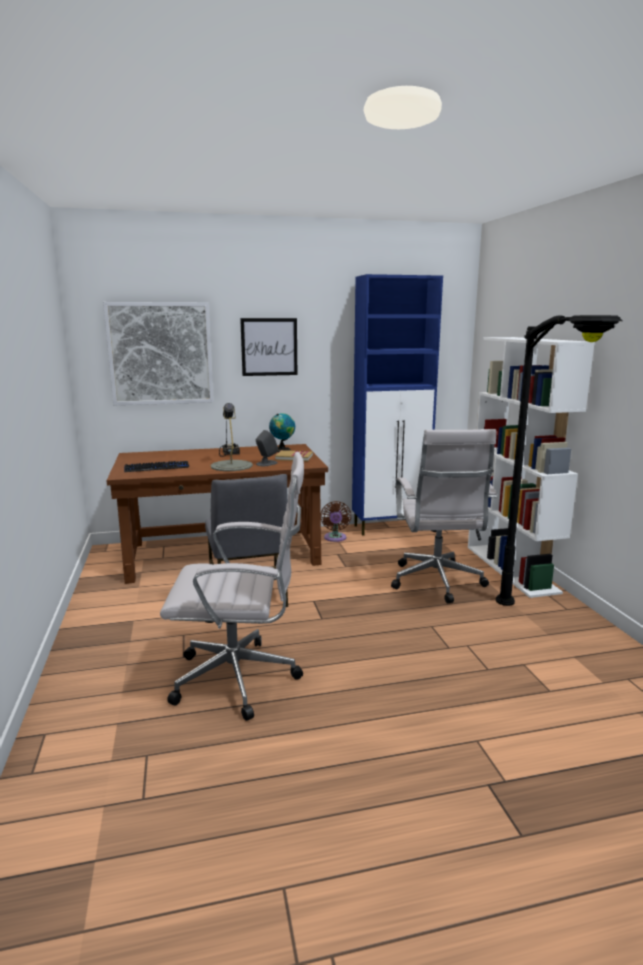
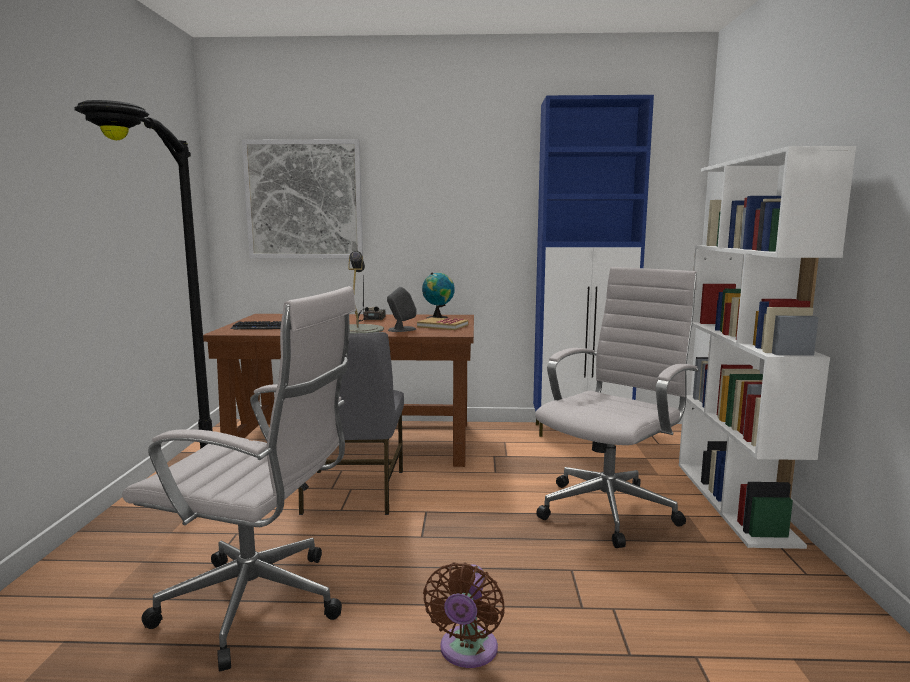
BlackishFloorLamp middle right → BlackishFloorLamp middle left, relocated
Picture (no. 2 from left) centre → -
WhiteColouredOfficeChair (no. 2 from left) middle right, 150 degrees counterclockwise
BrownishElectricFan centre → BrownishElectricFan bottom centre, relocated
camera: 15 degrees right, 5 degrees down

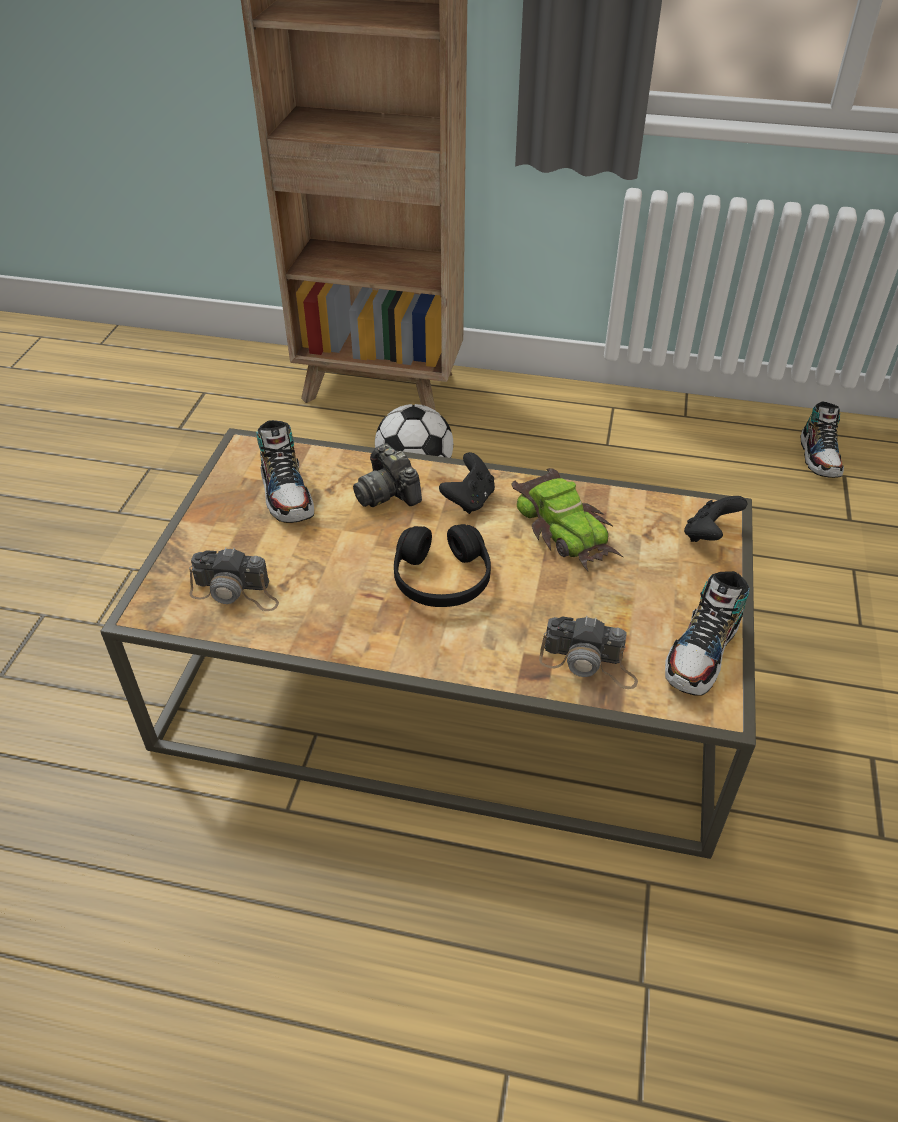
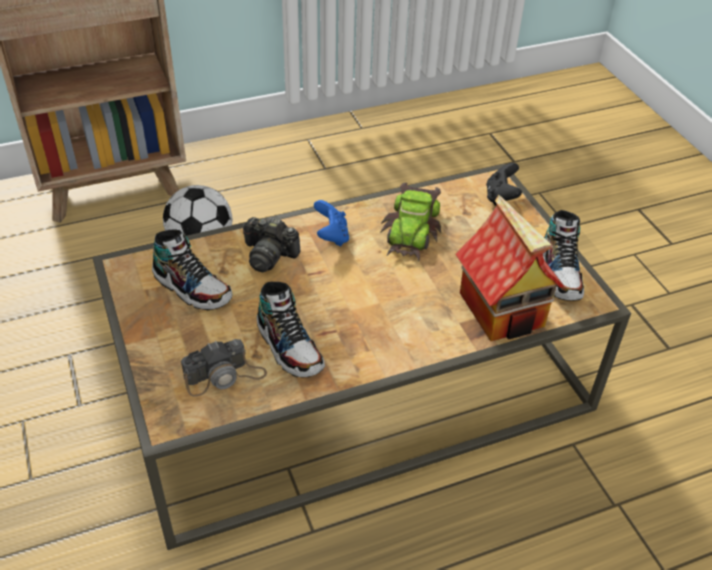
ItemOfFootwear (no. 3 from left in the first image) middle right → ItemOfFootwear (no. 2 from left) centre, relocated
BlackishGamepad (no. 1 from left) centre → BlueColouredGamepad centre
ToyCar centre, 75 degrees clockwise
BlackishHeadphones centre → -
PhotoCamera (no. 3 from left) centre → MiniatureHouse middle right
camera: 35 degrees left, 0 degrees up

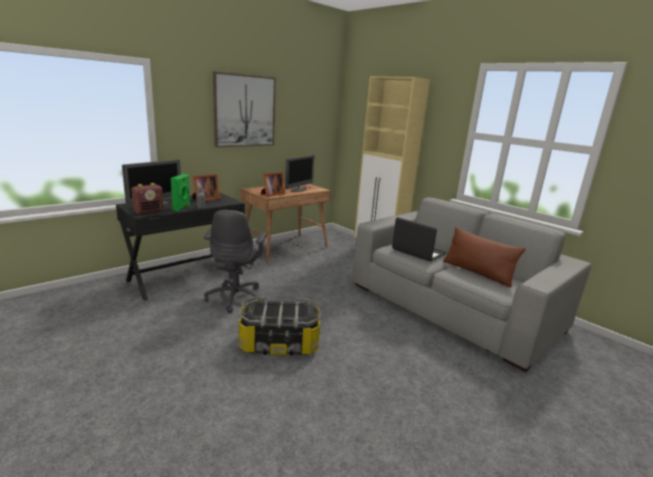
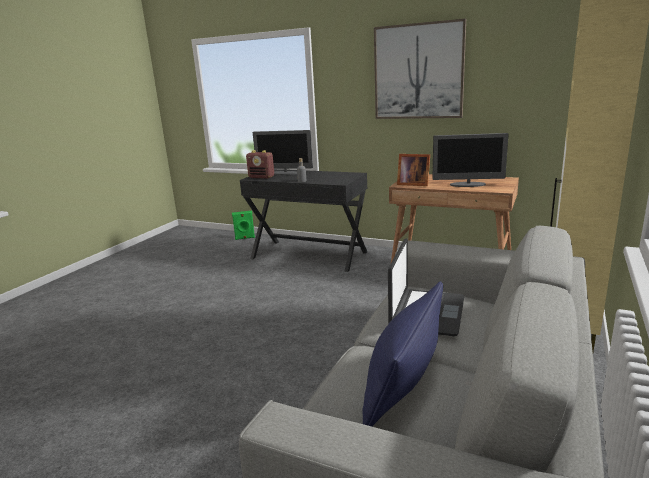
GreenSpeaker middle left → GreenSpeaker centre, relocated
PhotoFrame (no. 1 from left) middle left → -
GrayOfficeChair centre → -
BrownishThrowPillow middle right → BlueColouredThrowPillow bottom centre
StorageBin bottom centre → -
camera: 70 degrees right, 0 degrees up

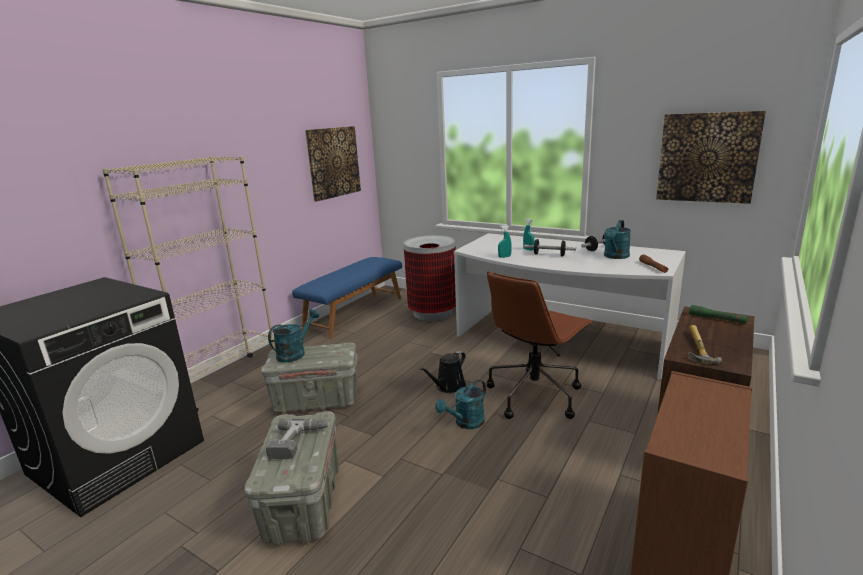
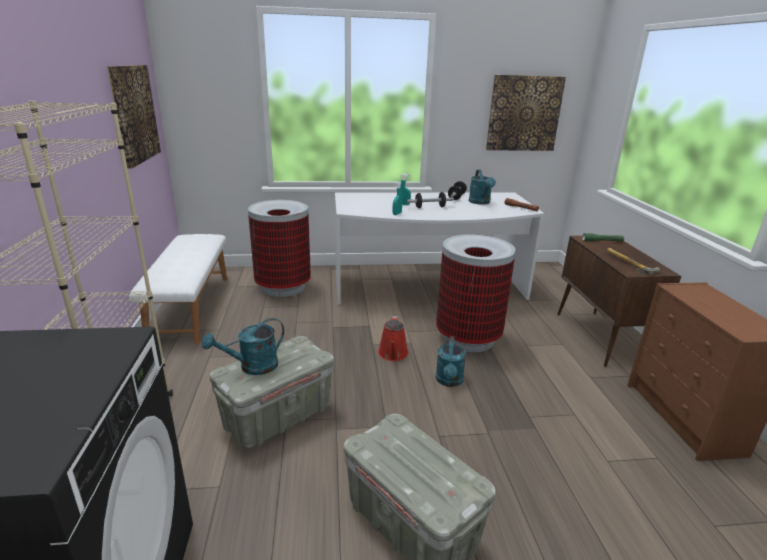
BlueColouredIndoorBench centre → WhiteColouredIndoorBench middle left
BrownishOfficeChair centre → WasteBin (no. 2 from left) centre
TurquoiseWateringPot (no. 1 from left) centre → TurquoiseWateringPot (no. 1 from left) middle left, 120 degrees counterclockwise
BlackishWateringPot centre → ReddishWateringPot centre
ElectricDrill bottom centre → -
camera: 40 degrees left, 5 degrees up

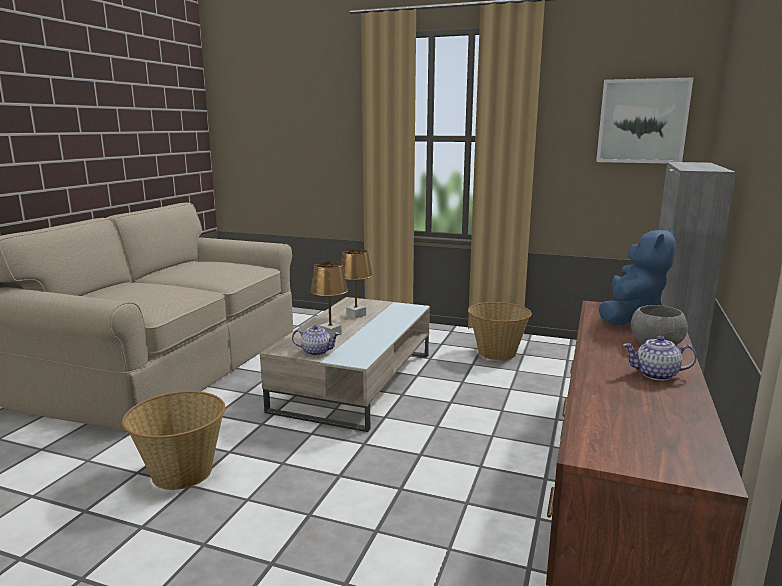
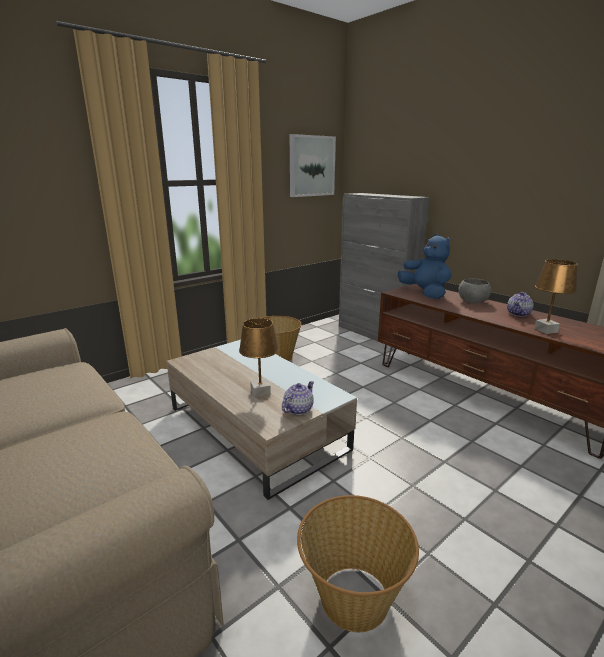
BrownishTableLamp (no. 2 from left) centre → BrownishTableLamp (no. 2 from left) middle right, relocated
camera: 60 degrees left, 5 degrees up

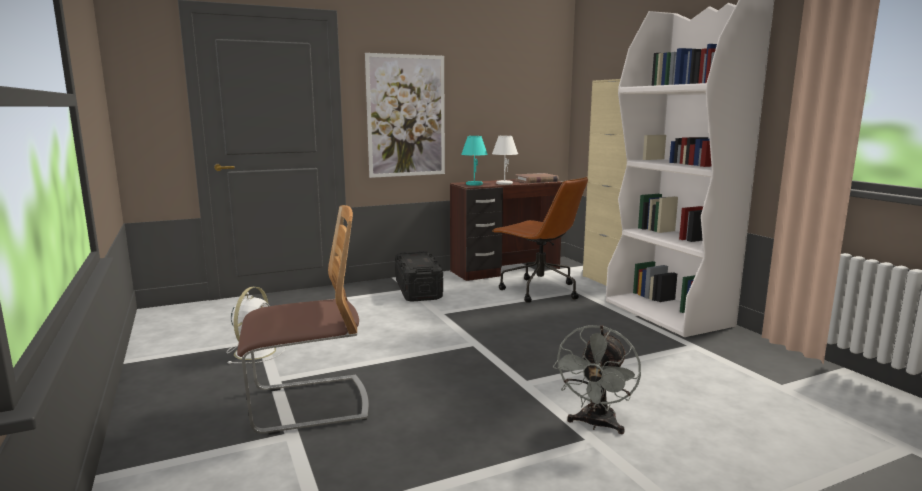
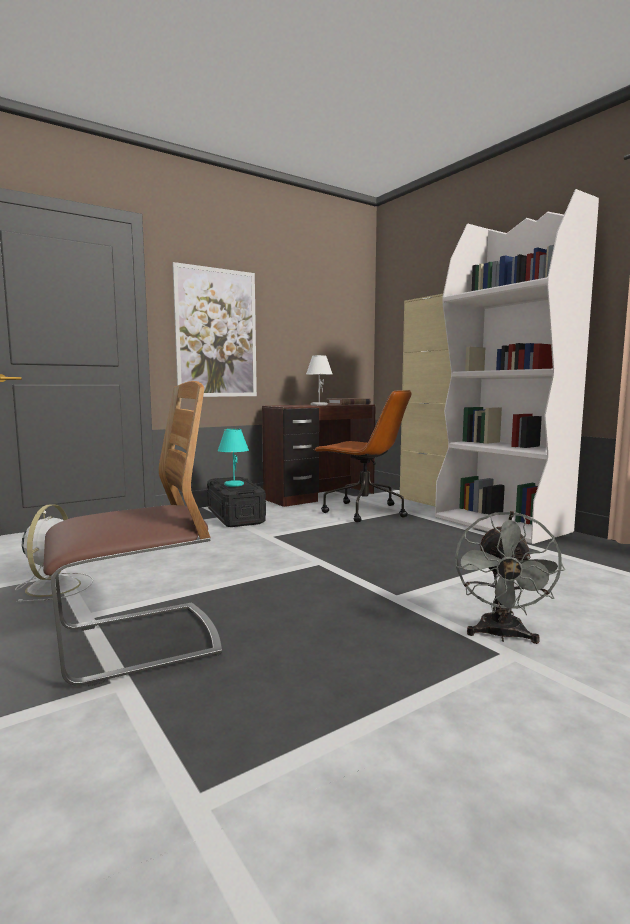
TurquoiseTableLamp top centre → TurquoiseTableLamp centre, relocated
camera: 10 degrees left, 5 degrees down

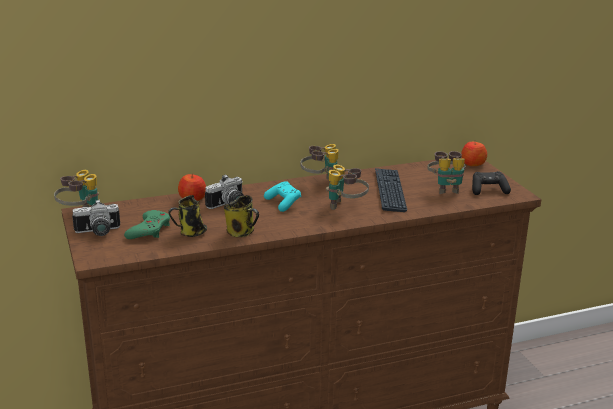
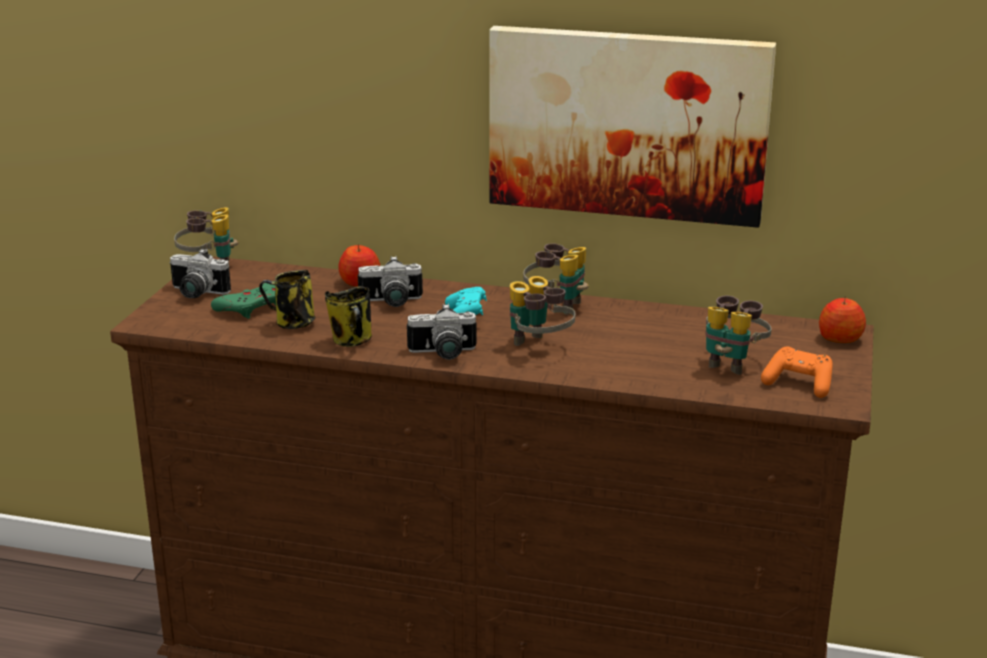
Keyboard centre → -
BlackishGamepad middle right → OrangeGamepad middle right
- → Picture top centre
- → PhotoCamera (no. 3 from left) centre
camera: 35 degrees right, 0 degrees up

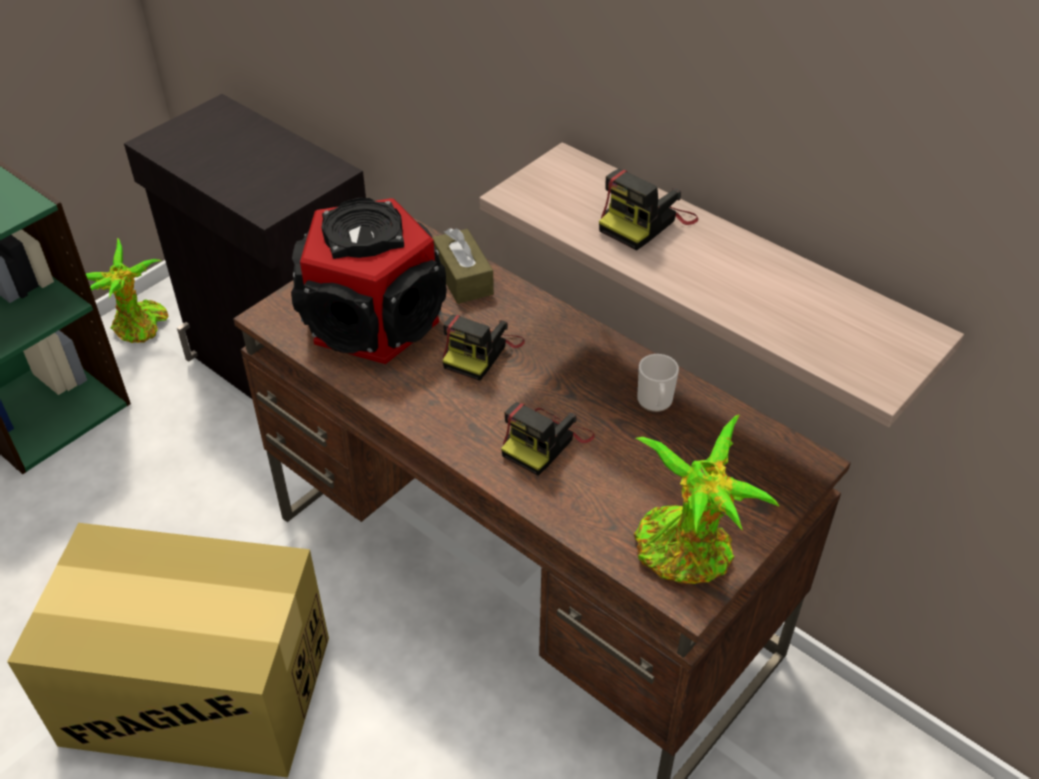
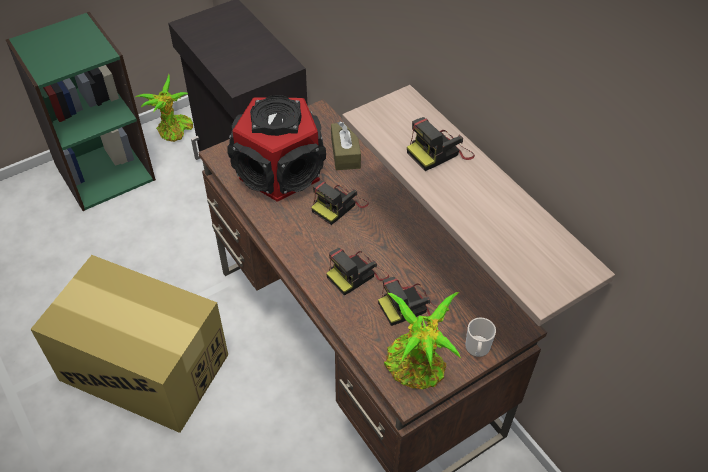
CoffeeMug centre → CoffeeMug bottom right, relocated
- → PhotoCamera (no. 3 from left) centre
camera: 15 degrees right, 5 degrees up

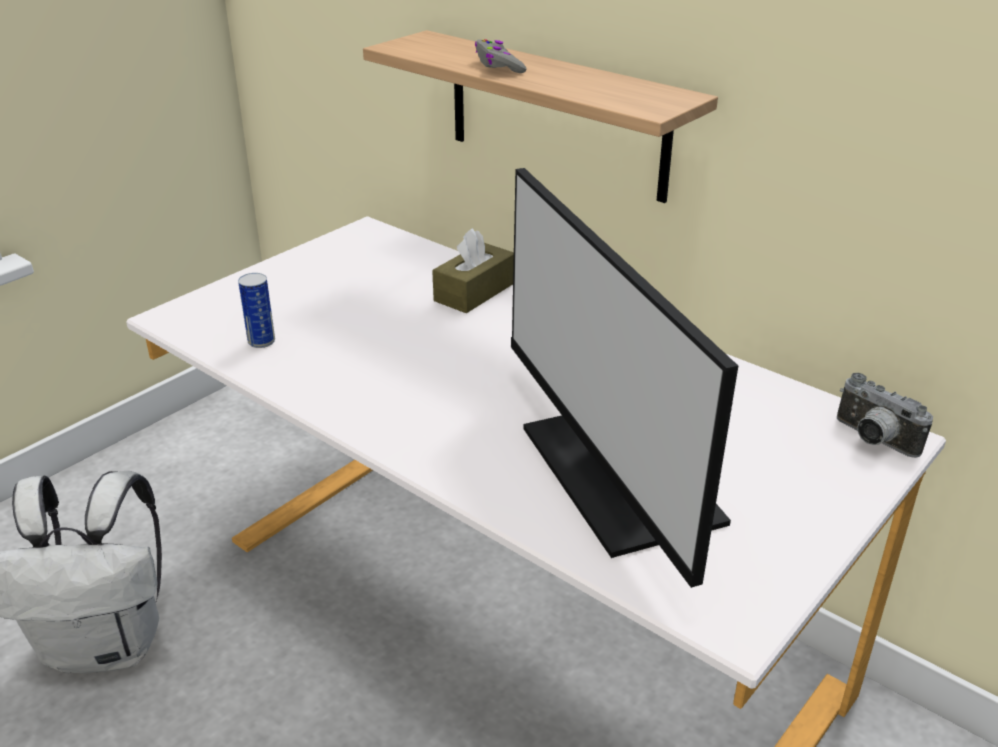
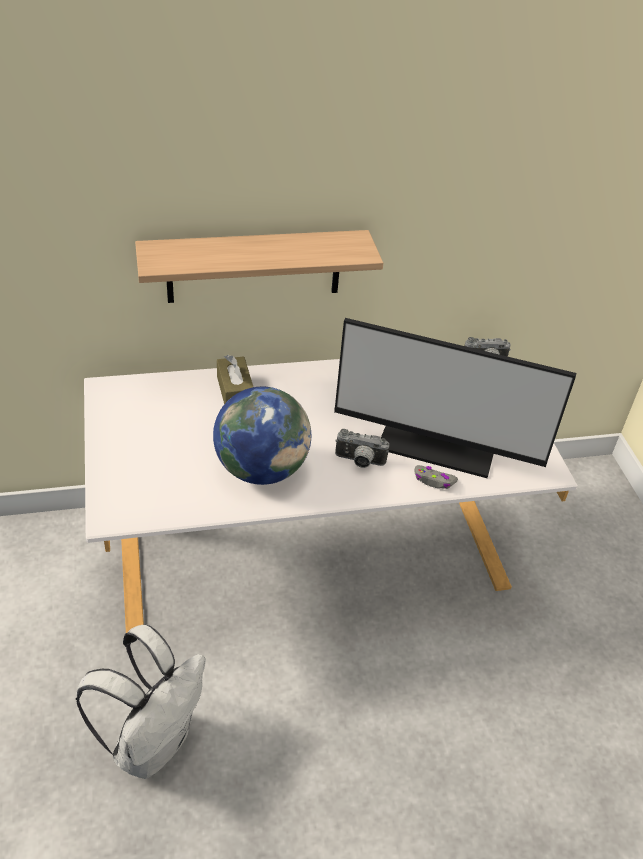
GrayGamepad top centre → GrayGamepad middle right, relocated
Can middle left → -
- → DeskGlobe centre
- → PhotoCamera (no. 1 from left) centre
camera: 55 degrees left, 10 degrees up

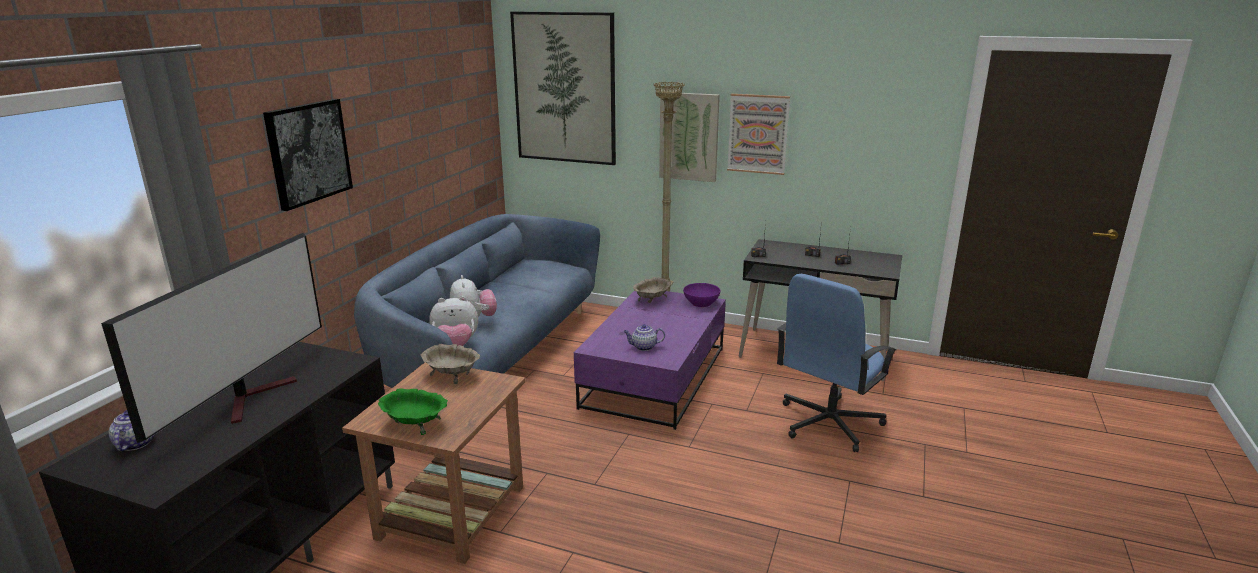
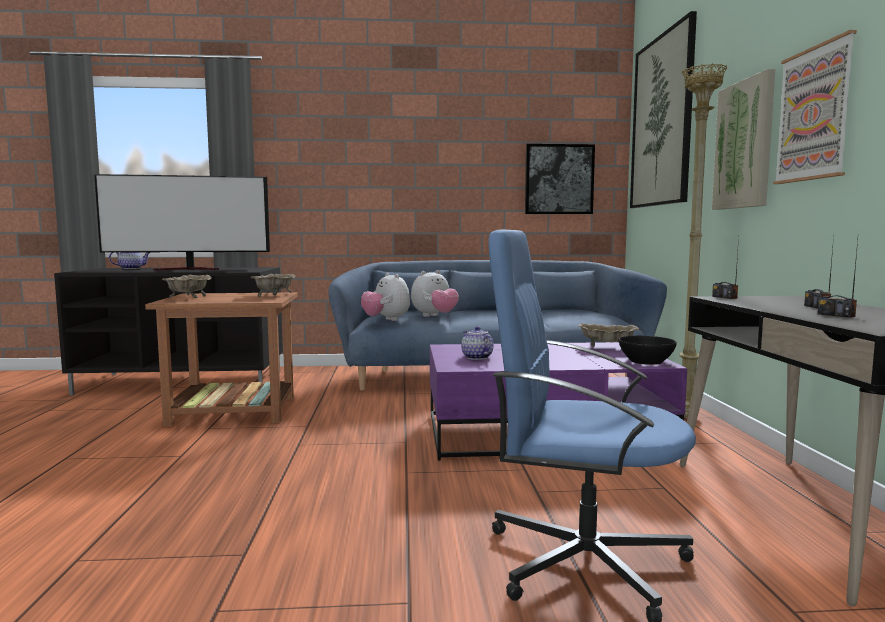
Picture (no. 1 from left) top left → Picture (no. 1 from left) top centre, relocated
PurpleServingBowl centre → BlackishServingBowl middle right
GreenServingBowl bottom left → SandColouredServingBowl (no. 1 from left) middle left
camera: 65 degrees right, 15 degrees down

